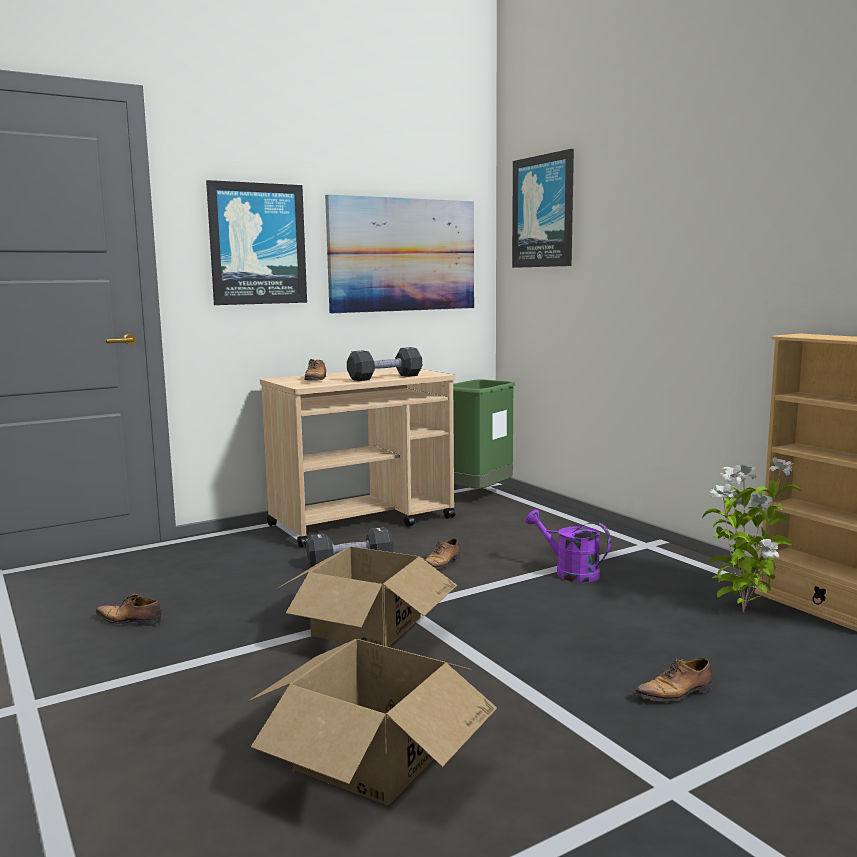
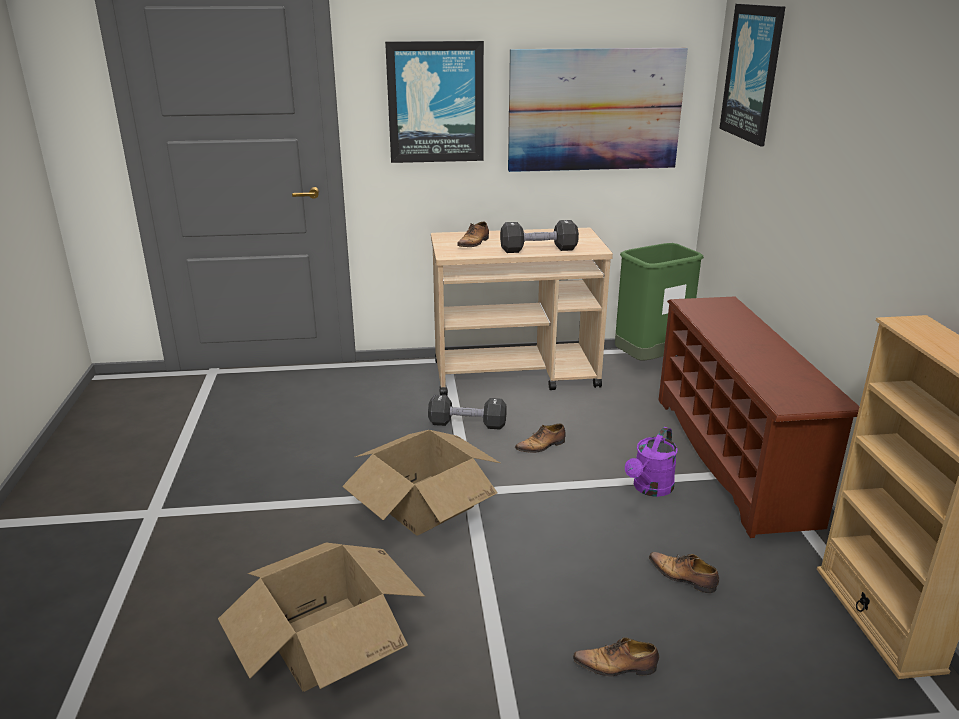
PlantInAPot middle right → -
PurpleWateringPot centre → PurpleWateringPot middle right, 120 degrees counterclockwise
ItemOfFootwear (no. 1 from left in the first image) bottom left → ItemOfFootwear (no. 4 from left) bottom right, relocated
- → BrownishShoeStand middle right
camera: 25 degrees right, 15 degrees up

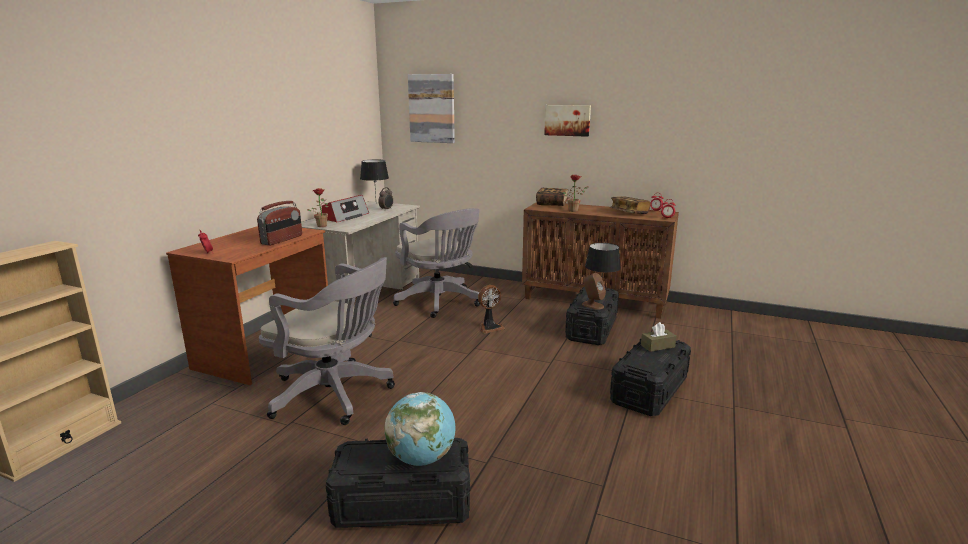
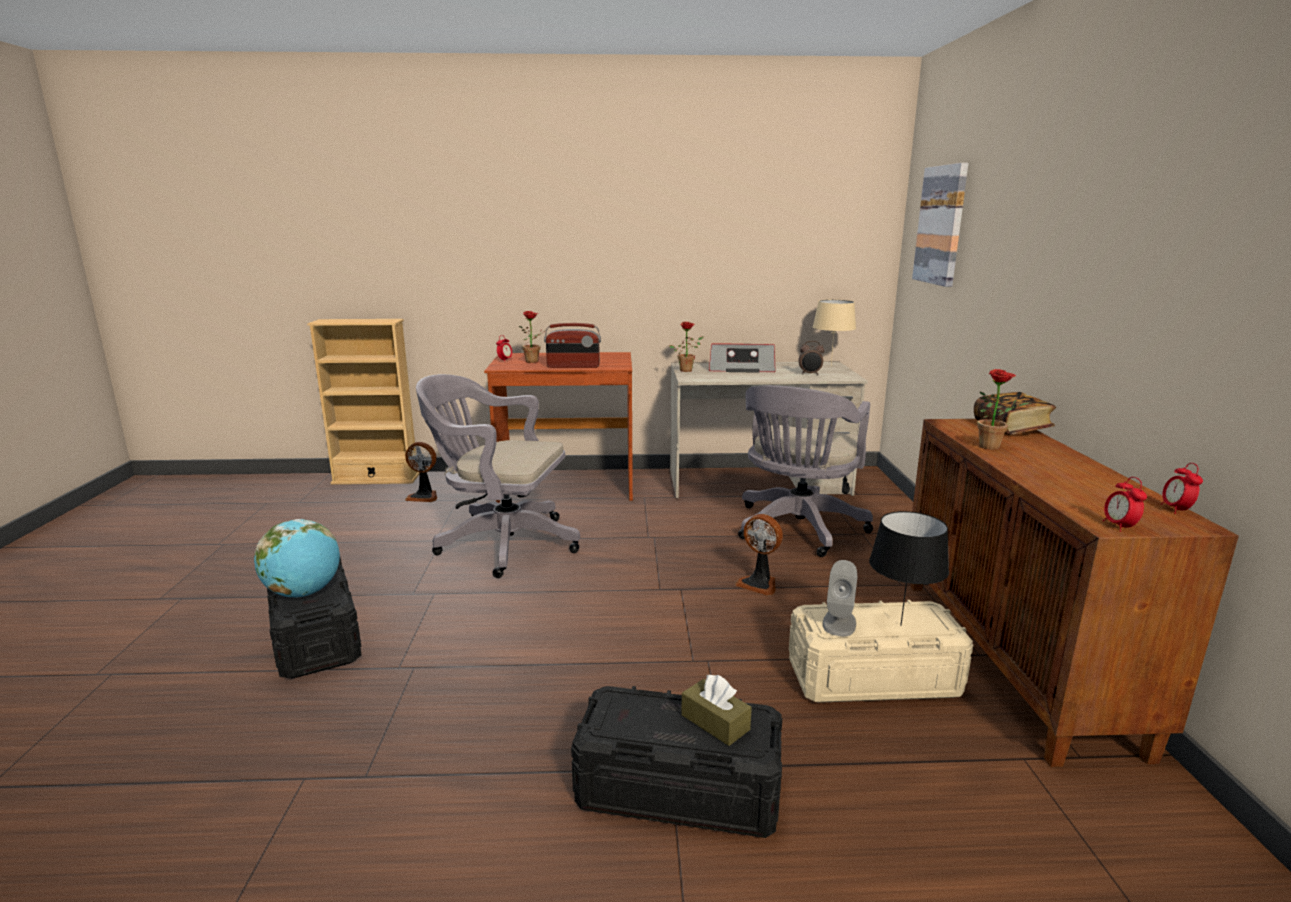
Picture (no. 2 from left) top centre → -
BlackishTableLamp (no. 1 from left) top centre → SandColouredTableLamp centre
Volume (no. 2 from left) centre → -
GrayOfficeChair (no. 1 from left) centre, 105 degrees clockwise
BrownishSpeaker centre → GraySpeaker centre
BlackishStorageBin (no. 2 from left) centre → SandColouredStorageBin bottom right
- → PlantInAPot (no. 1 from left) centre
- → ElectricFan (no. 1 from left) middle left
camera: 65 degrees right, 0 degrees up

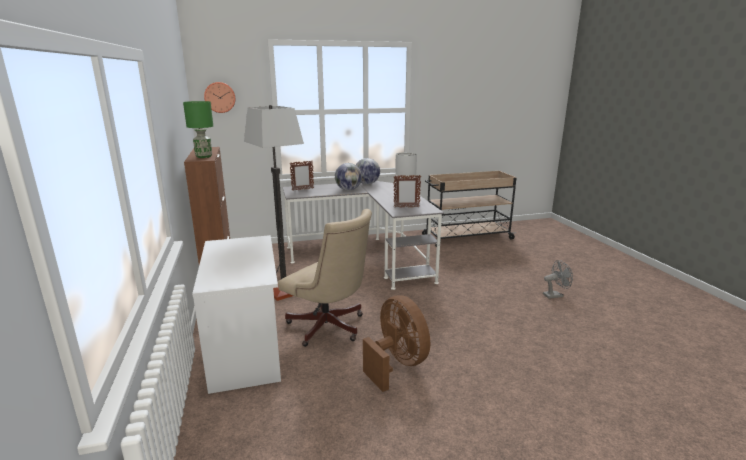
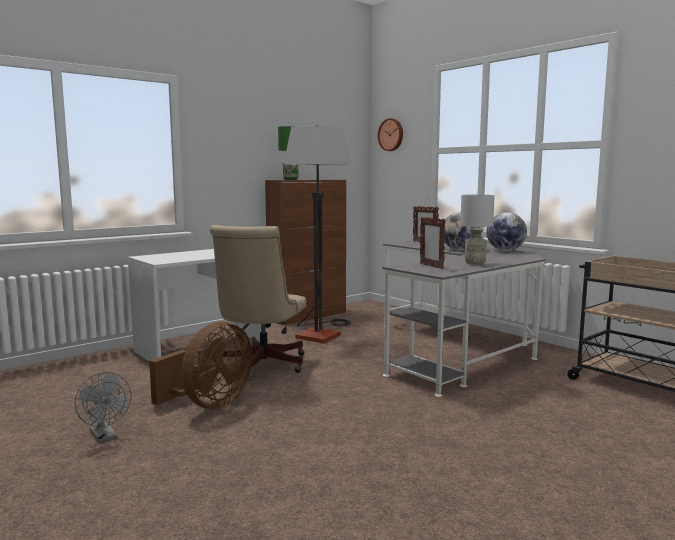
GrayElectricFan middle right → GrayElectricFan bottom left, relocated
camera: 65 degrees right, 10 degrees down

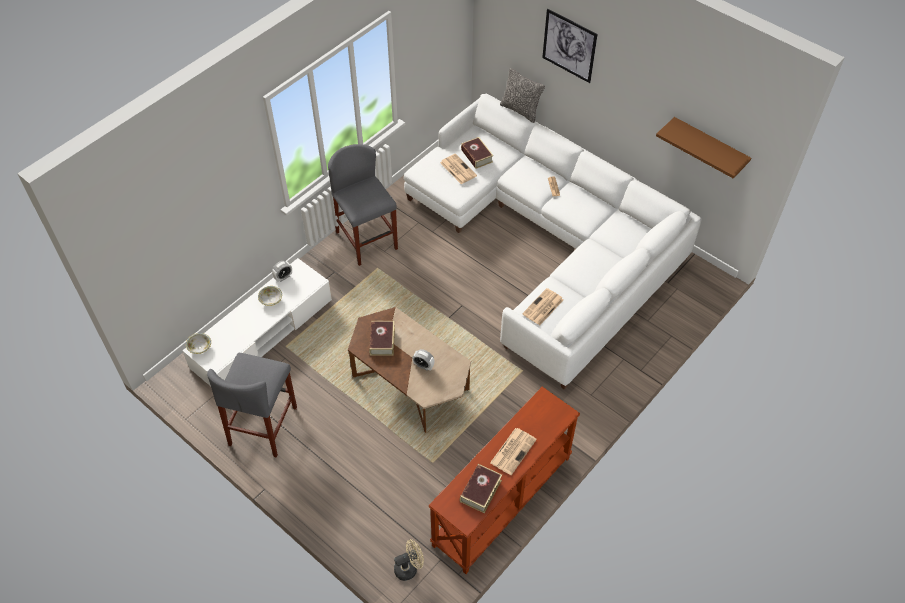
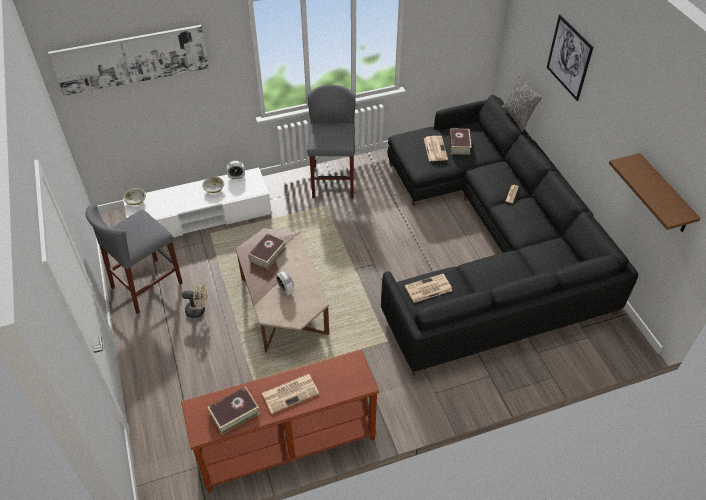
WhiteColouredSofa centre → BlackishSofa middle right
SandColouredElectricFan bottom centre → SandColouredElectricFan middle left, relocated
- → Picture (no. 1 from left) top left
camera: 30 degrees right, 5 degrees down

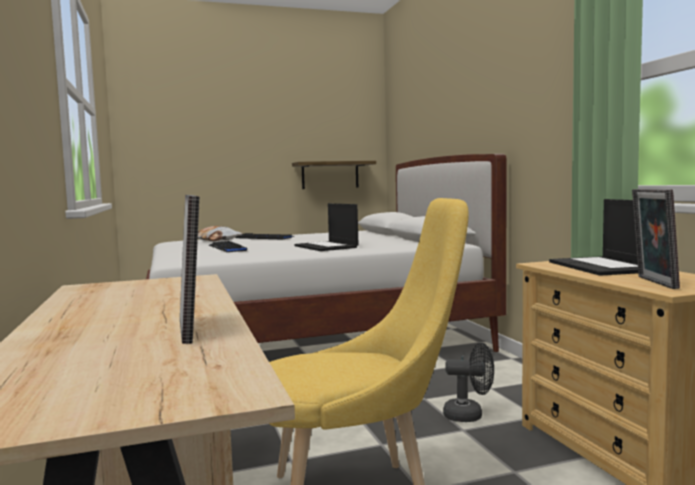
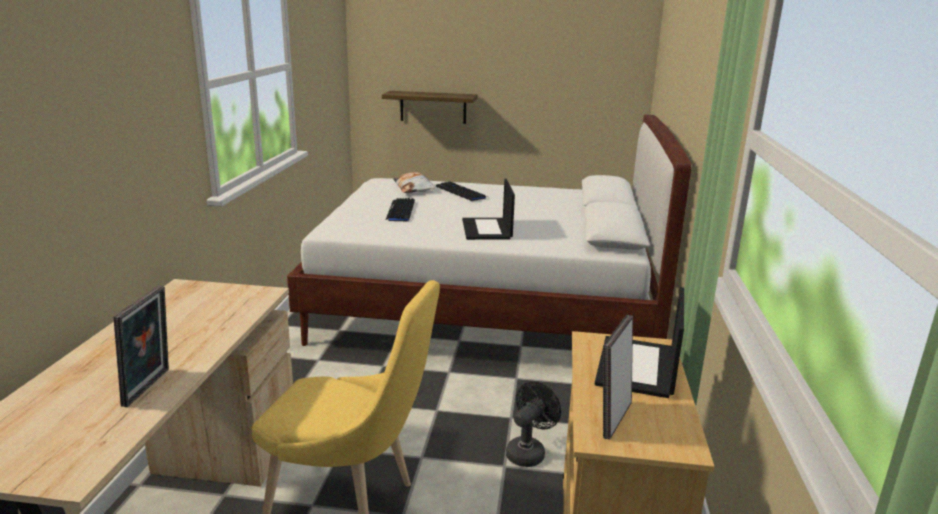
BracketShelf centre → BracketShelf top centre, relocated
BlackishElectricFan bottom right → BlackishElectricFan bottom centre, 90 degrees counterclockwise
camera: 25 degrees right, 15 degrees up

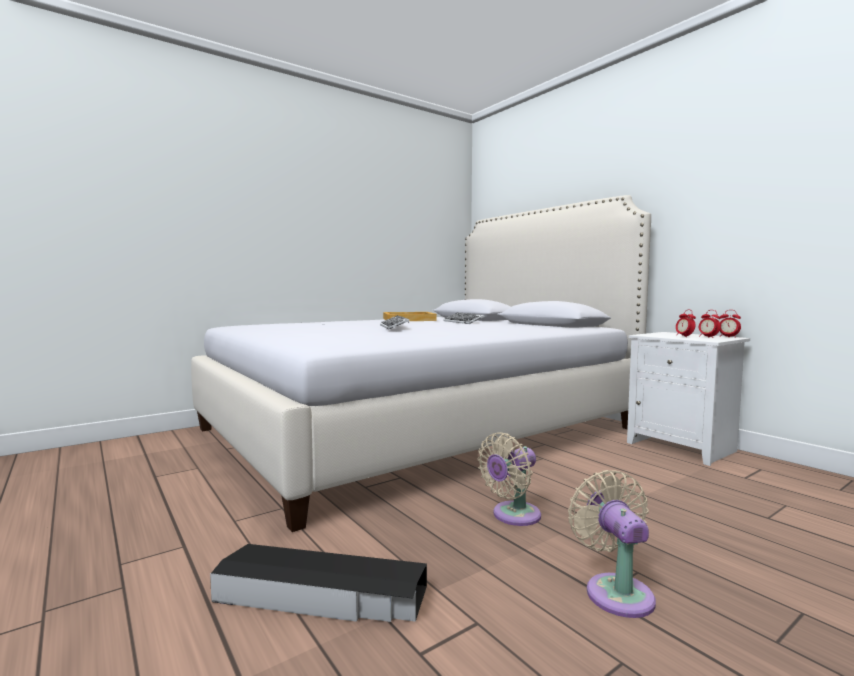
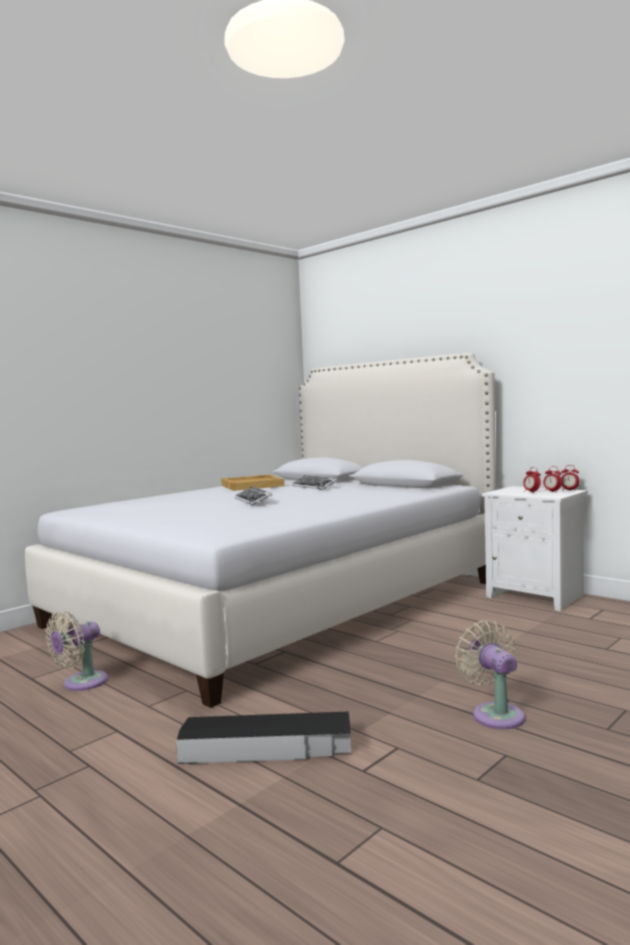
SandColouredElectricFan (no. 1 from left) bottom centre → SandColouredElectricFan (no. 1 from left) bottom left, relocated
camera: 10 degrees left, 0 degrees up

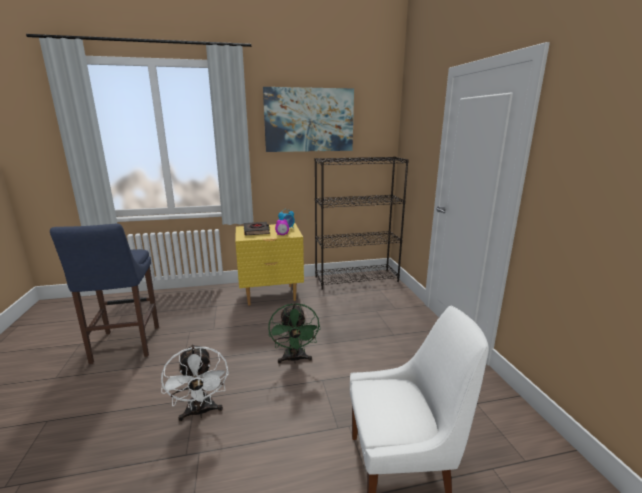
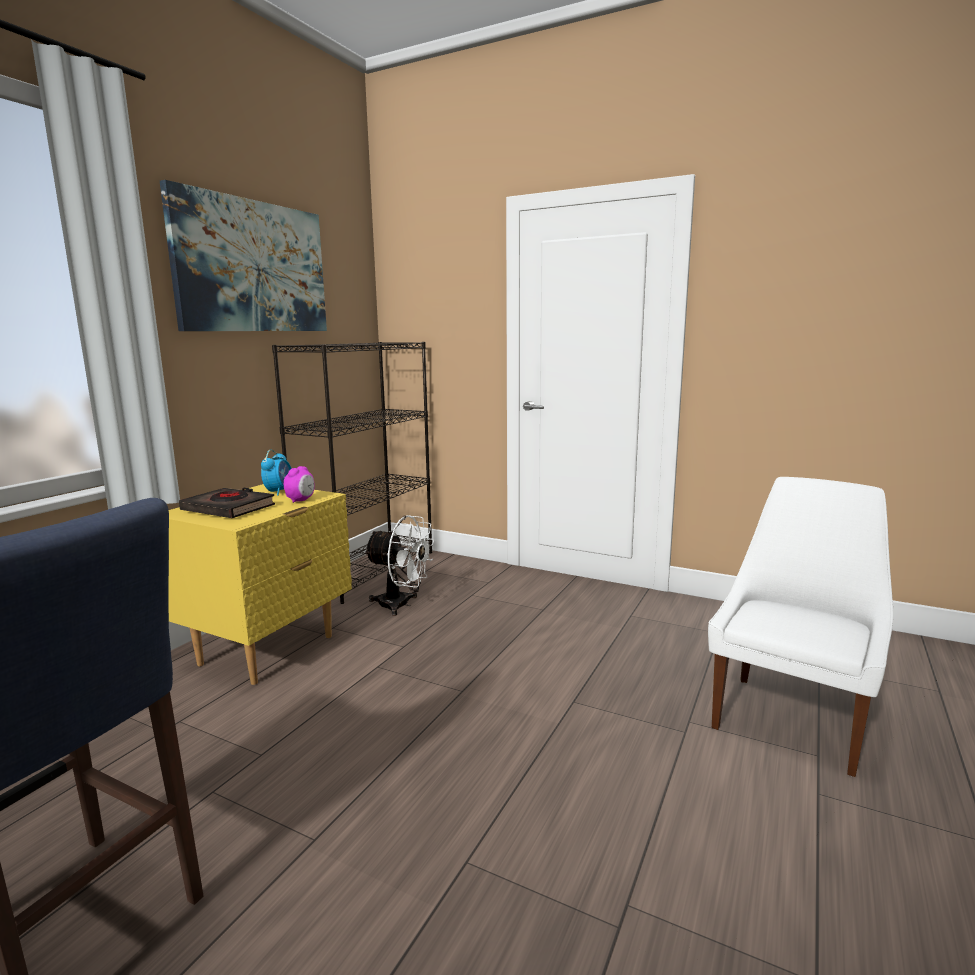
GreenElectricFan bottom centre → -
WhiteColouredElectricFan bottom left → WhiteColouredElectricFan centre, relocated
camera: 50 degrees left, 5 degrees down

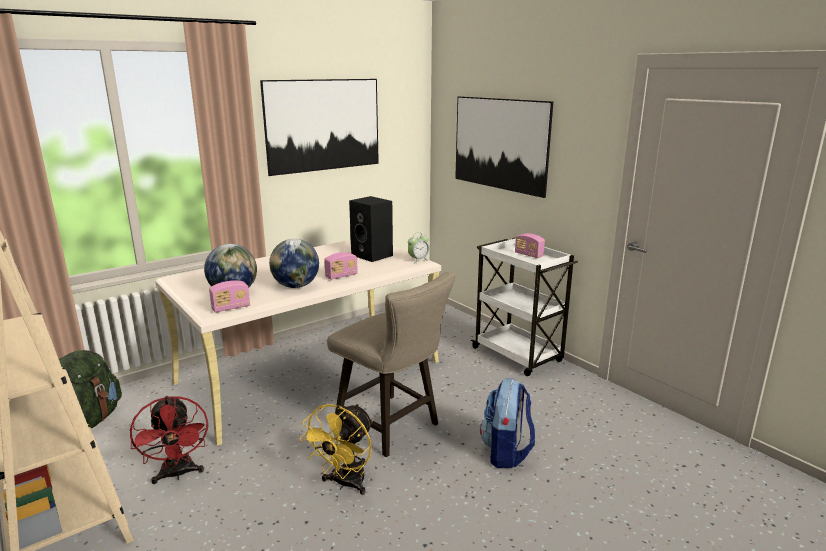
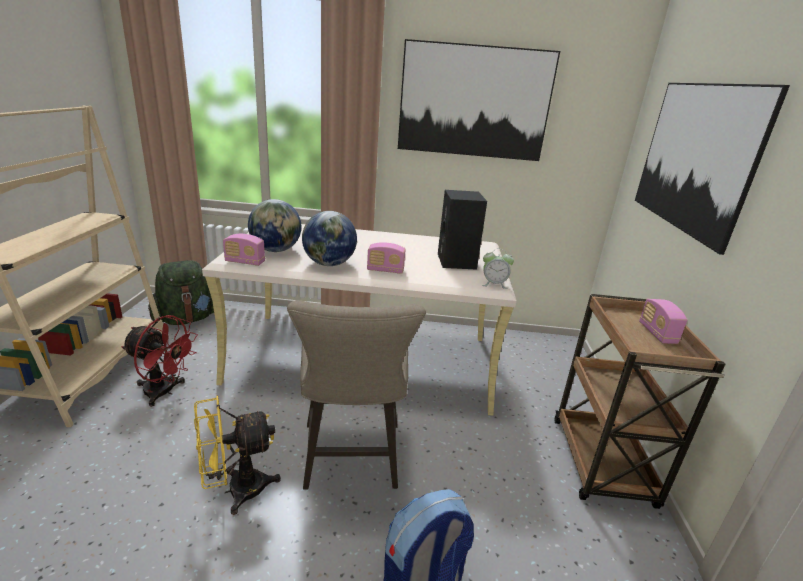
WhiteColouredCart centre → BrownishCart bottom right
ReddishElectricFan bottom left → ReddishElectricFan middle left, 90 degrees counterclockwise
camera: 40 degrees right, 5 degrees up

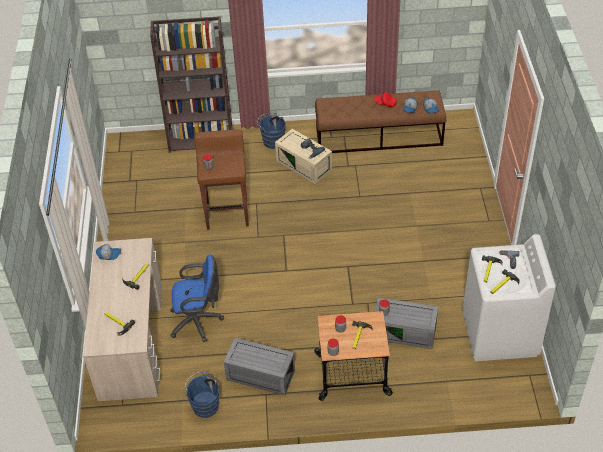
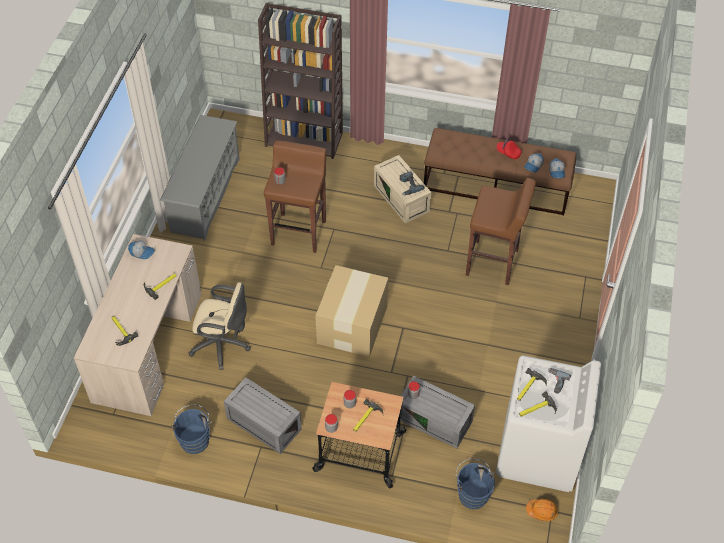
BlueColouredWaterBucket (no. 2 from left) top centre → BlueColouredWaterBucket (no. 2 from left) bottom centre, relocated
BlueColouredOfficeChair middle left → SandColouredOfficeChair middle left
- → GrayShoeStand top left
- → BrownishStool (no. 2 from left) middle right
- → Carton centre
- → OrangeWorkHelmet bottom right
camera: 15 degrees right, 5 degrees up

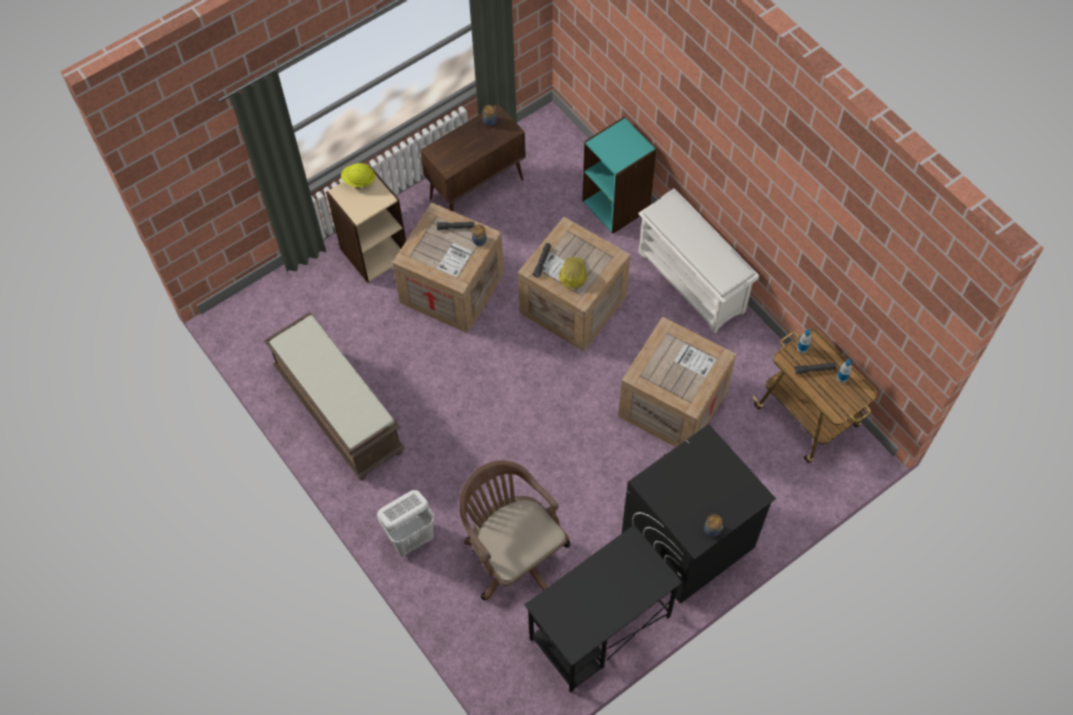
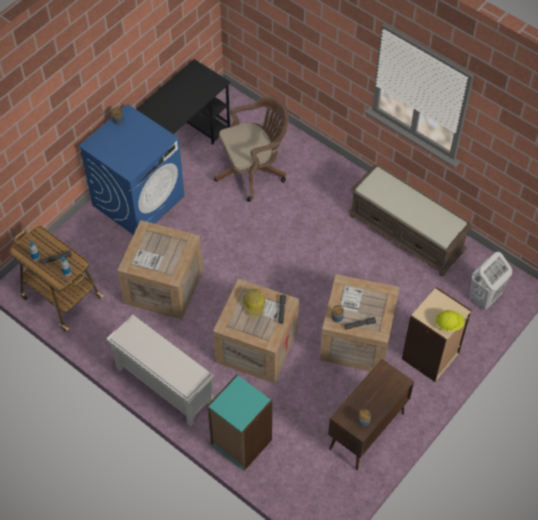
BlackishLaundryMachine bottom centre → BlueColouredLaundryMachine top left
BrownishOfficeChair bottom centre → BrownishOfficeChair top centre, 60 degrees counterclockwise
WhiteColouredWashingBasket bottom centre → WhiteColouredWashingBasket middle right, relocated
camera: 165 degrees right, 5 degrees down

